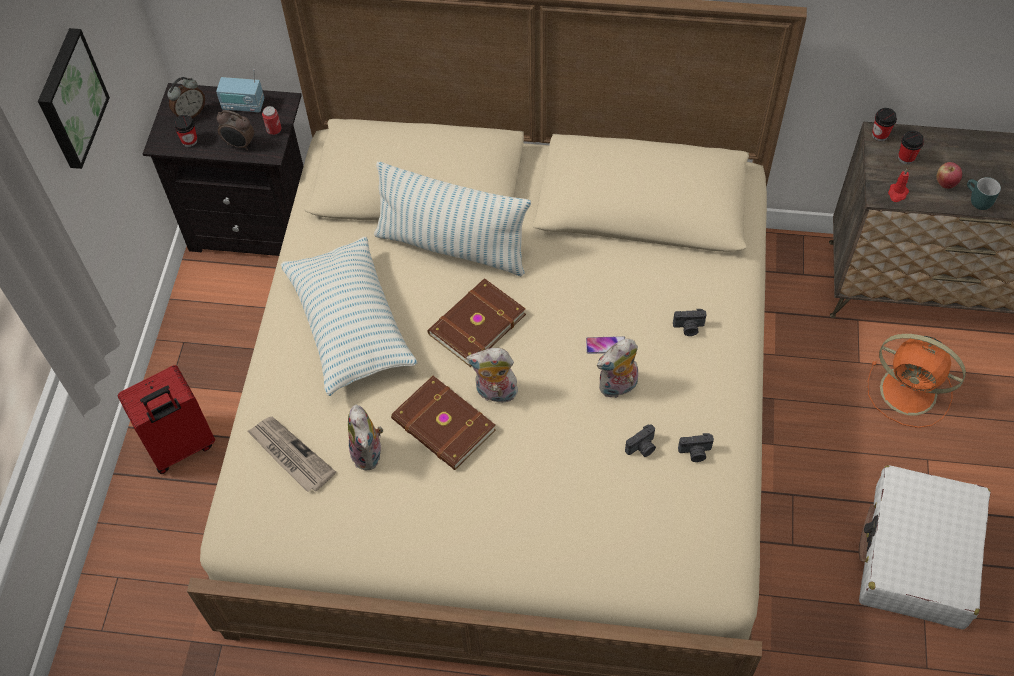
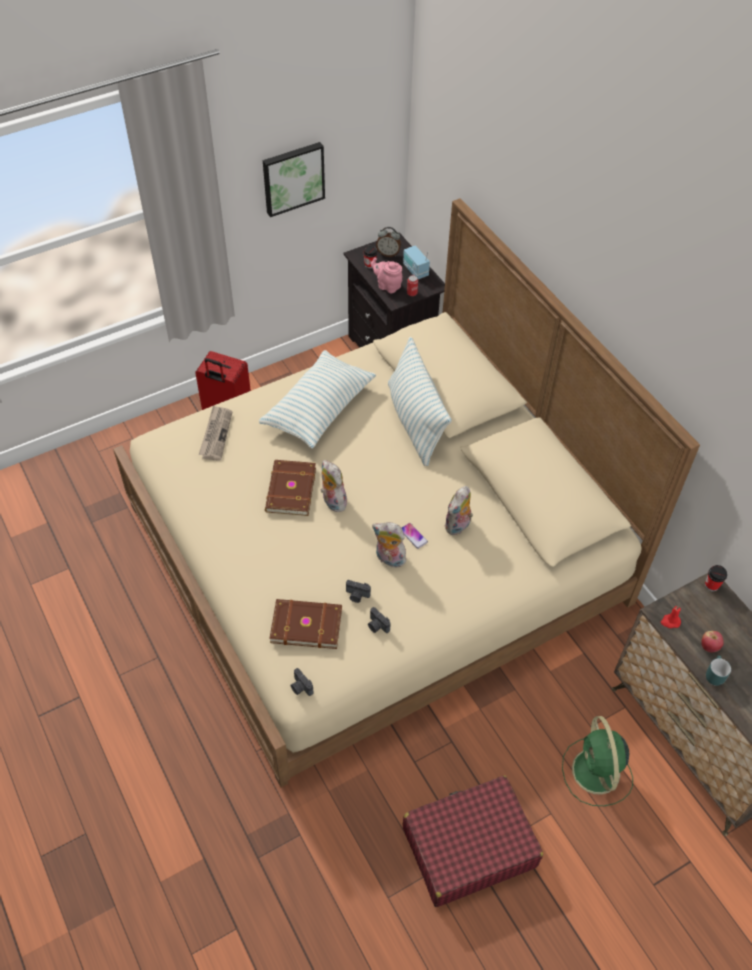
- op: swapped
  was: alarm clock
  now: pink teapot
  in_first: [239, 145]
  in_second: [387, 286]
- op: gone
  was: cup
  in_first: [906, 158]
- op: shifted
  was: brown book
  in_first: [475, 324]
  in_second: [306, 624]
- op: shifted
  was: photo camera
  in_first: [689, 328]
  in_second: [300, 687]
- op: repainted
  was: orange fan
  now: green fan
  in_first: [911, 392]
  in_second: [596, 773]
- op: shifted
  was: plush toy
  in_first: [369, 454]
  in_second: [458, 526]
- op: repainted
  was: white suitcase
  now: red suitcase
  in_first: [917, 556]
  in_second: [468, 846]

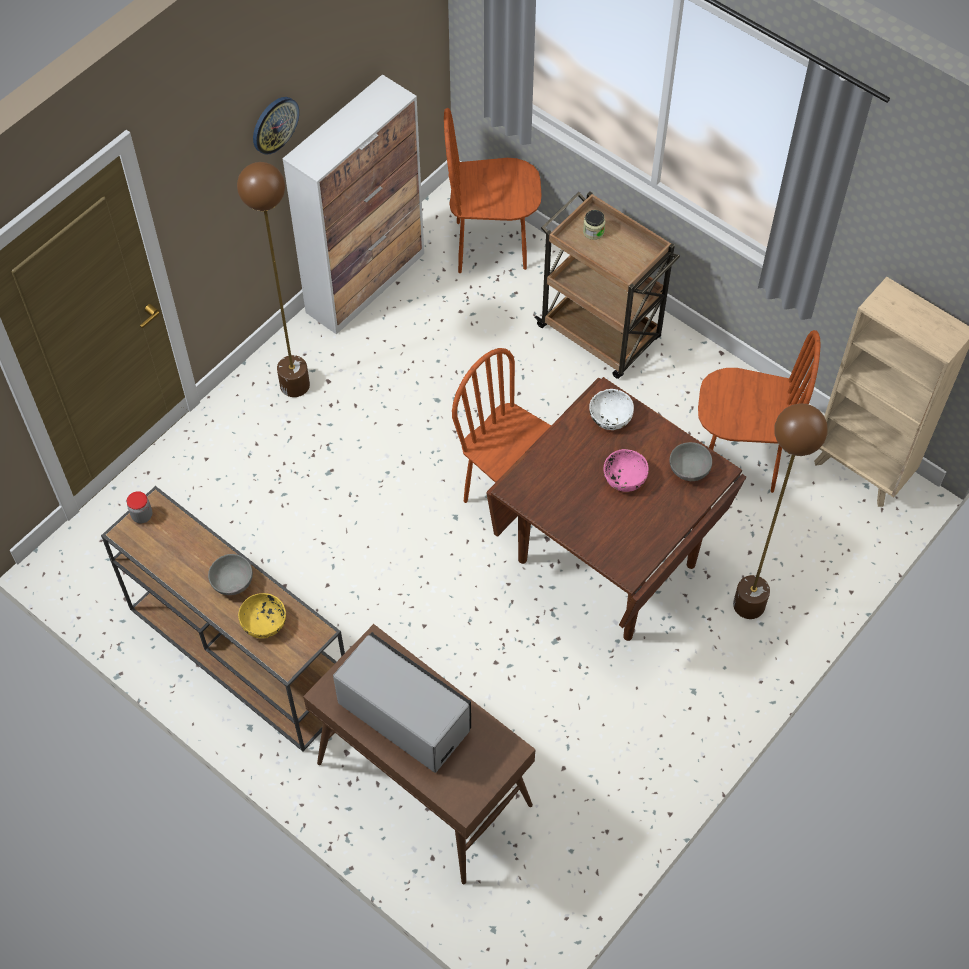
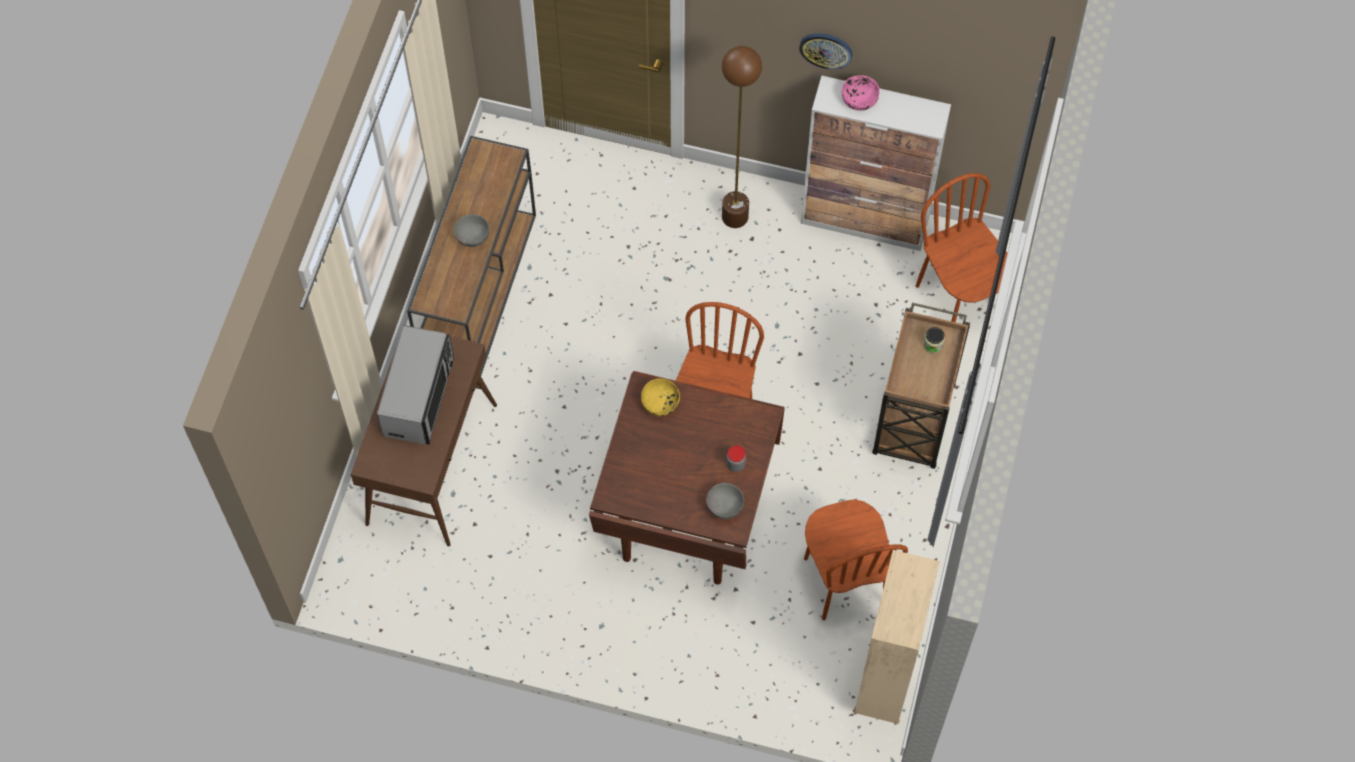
- op: gone
  was: white bowl
  in_first: [610, 417]
- op: gone
  was: brown floor lamp
  in_first: [749, 604]
- op: shifted
  was: pink bowl
  in_first: [624, 477]
  in_second: [859, 99]
- op: shifted
  was: jar
  in_first: [142, 515]
  in_second: [735, 464]
- op: shifted
  was: yellow bowl
  in_first: [264, 623]
  in_second: [660, 403]

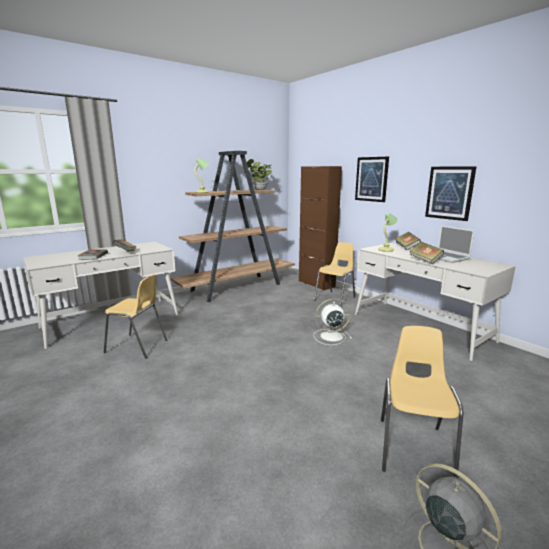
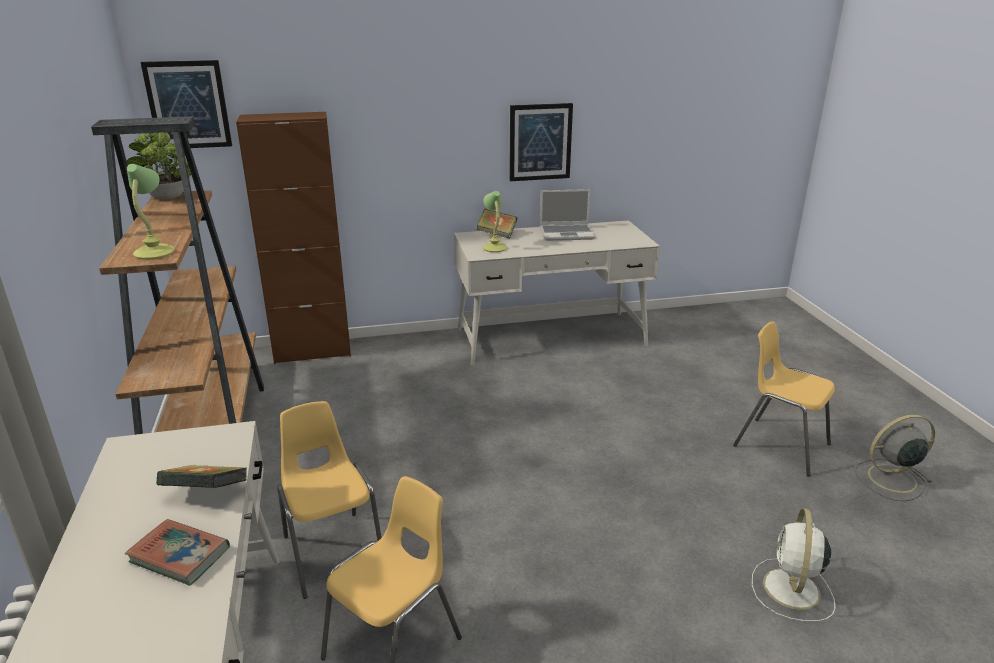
- op: shifted
  was: picture
  in_first: [371, 179]
  in_second: [188, 105]
- op: shifted
  was: yellow chair
  in_first: [335, 299]
  in_second: [333, 552]
- op: gone
  was: book
  in_first: [425, 261]
- op: shifted
  was: white fan
  in_first: [330, 336]
  in_second: [791, 590]

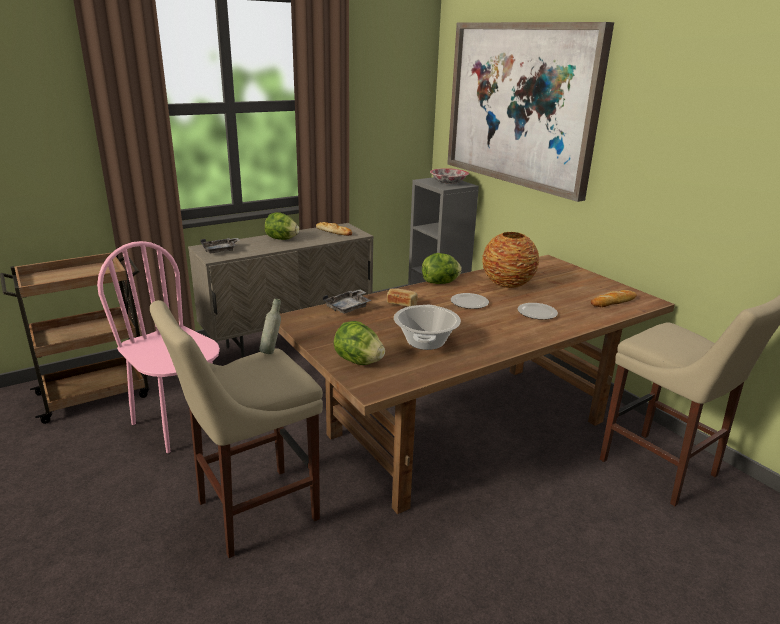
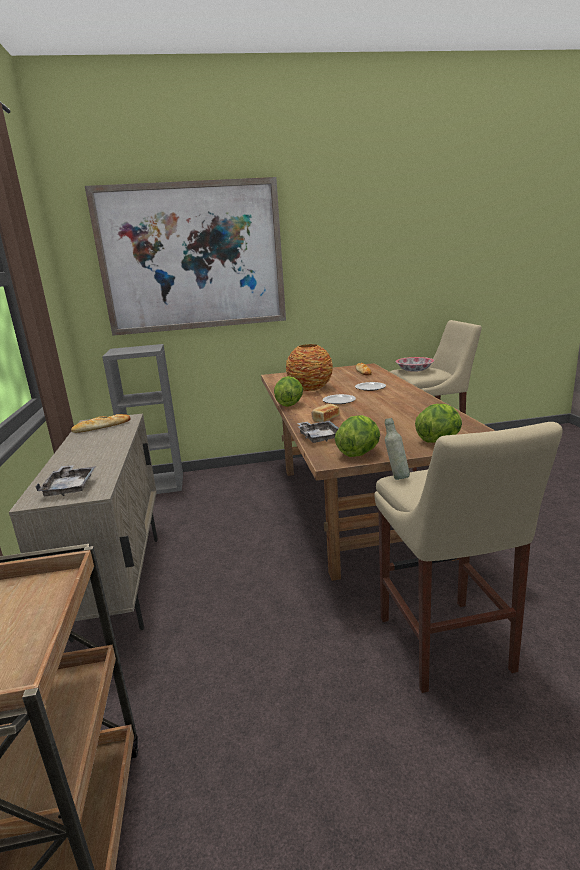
- op: shifted
  was: bowl
  in_first: [448, 182]
  in_second: [414, 370]
- op: shifted
  was: lettuce
  in_first: [281, 239]
  in_second: [359, 453]
- op: gone
  was: pink chair
  in_first: [179, 424]
- op: gone
  was: cooking pot
  in_first: [425, 342]

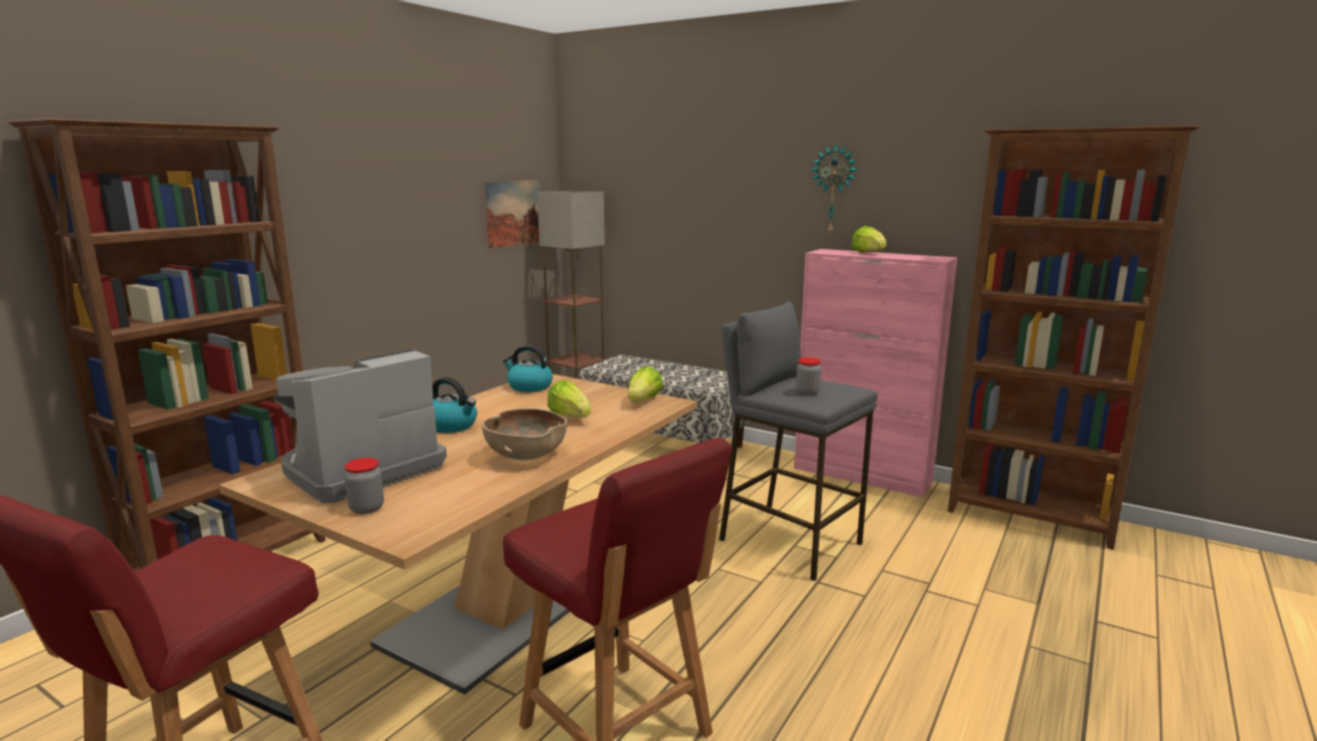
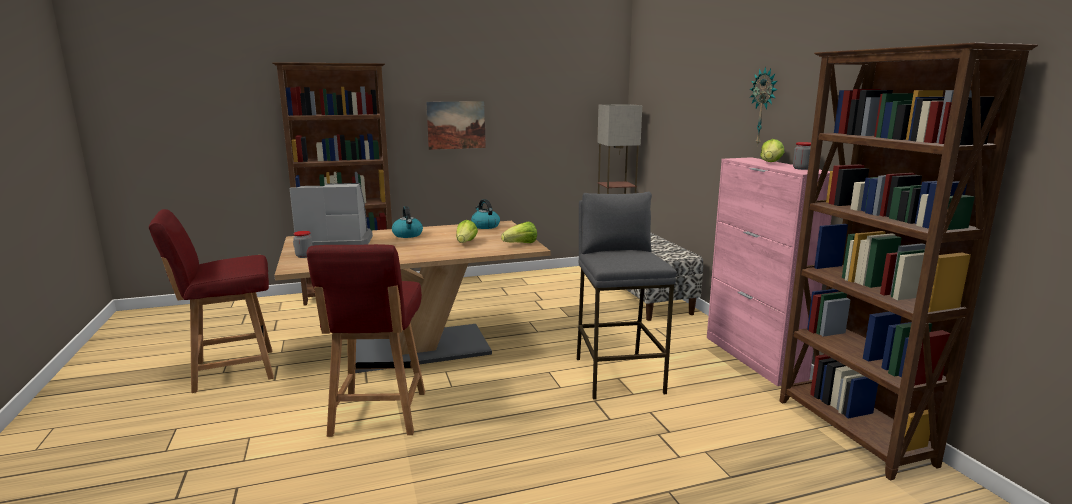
- op: shifted
  was: picture
  in_first: [513, 213]
  in_second: [456, 125]
- op: shifted
  was: jar
  in_first: [807, 392]
  in_second: [801, 168]
- op: gone
  was: brown bowl
  in_first: [526, 456]

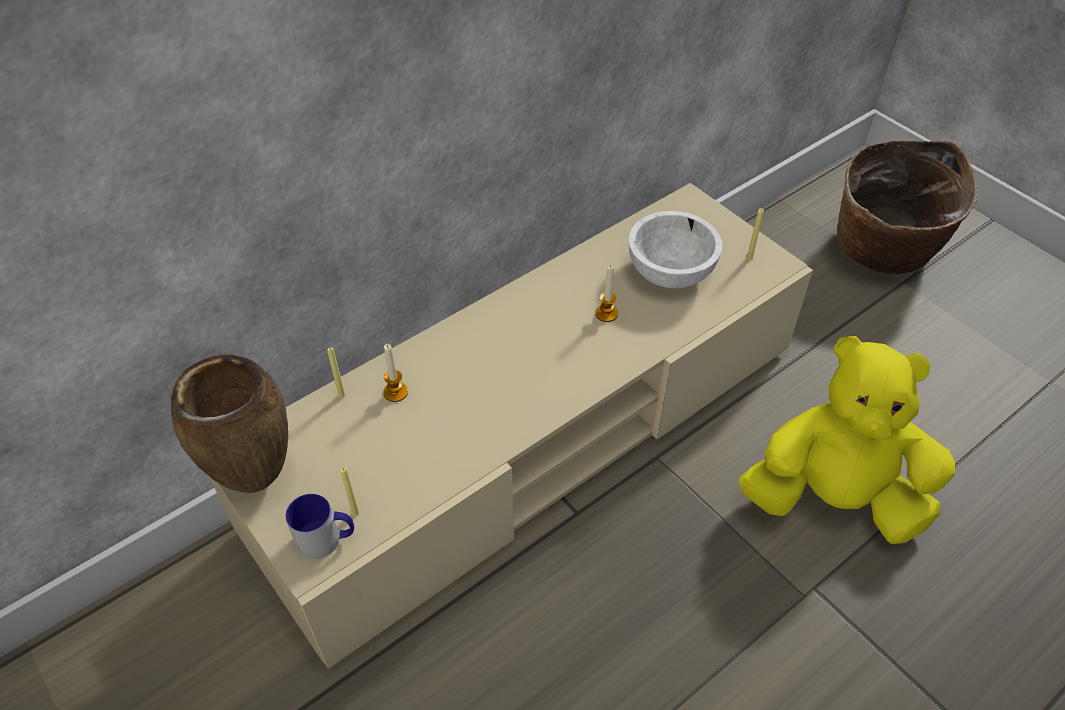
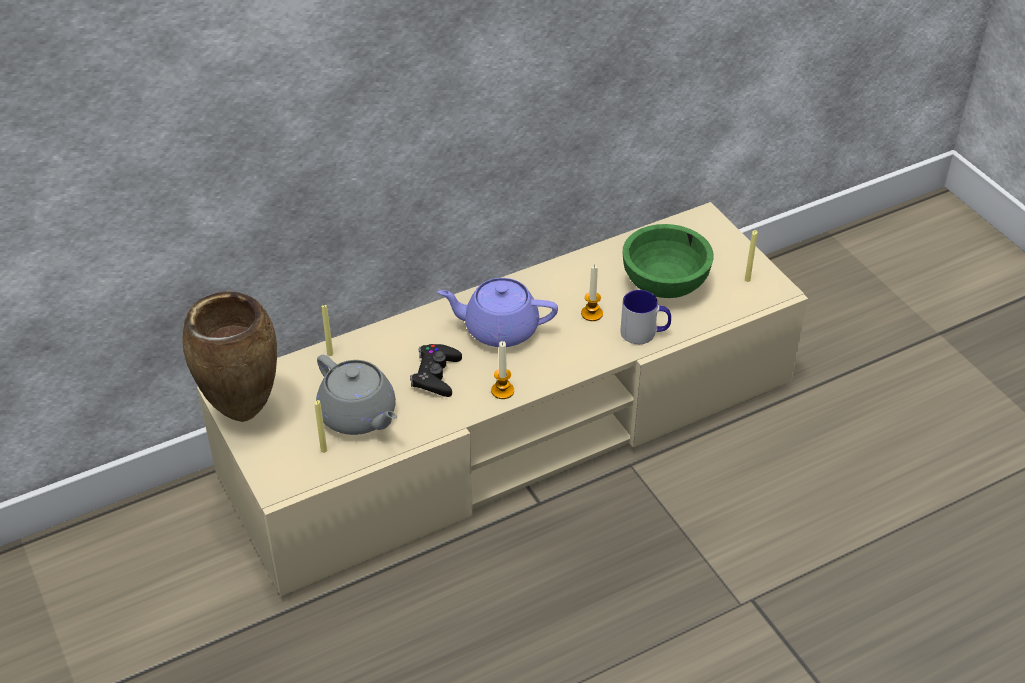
- op: gone
  was: basket
  in_first: [883, 252]
- op: repainted
  was: white bowl
  now: green bowl
  in_first: [670, 272]
  in_second: [665, 284]
- op: gone
  was: yellow plush toy
  in_first: [834, 499]
- op: shifted
  was: candle
  in_first: [395, 392]
  in_second: [502, 391]
- op: shifted
  was: mug
  in_first: [326, 539]
  in_second: [644, 333]
- op: new
  now: purple teapot
  in_second: [499, 329]
- op: new
  now: black game controller
  in_second: [436, 375]
- op: new
  now: grey teapot
  in_second: [358, 415]

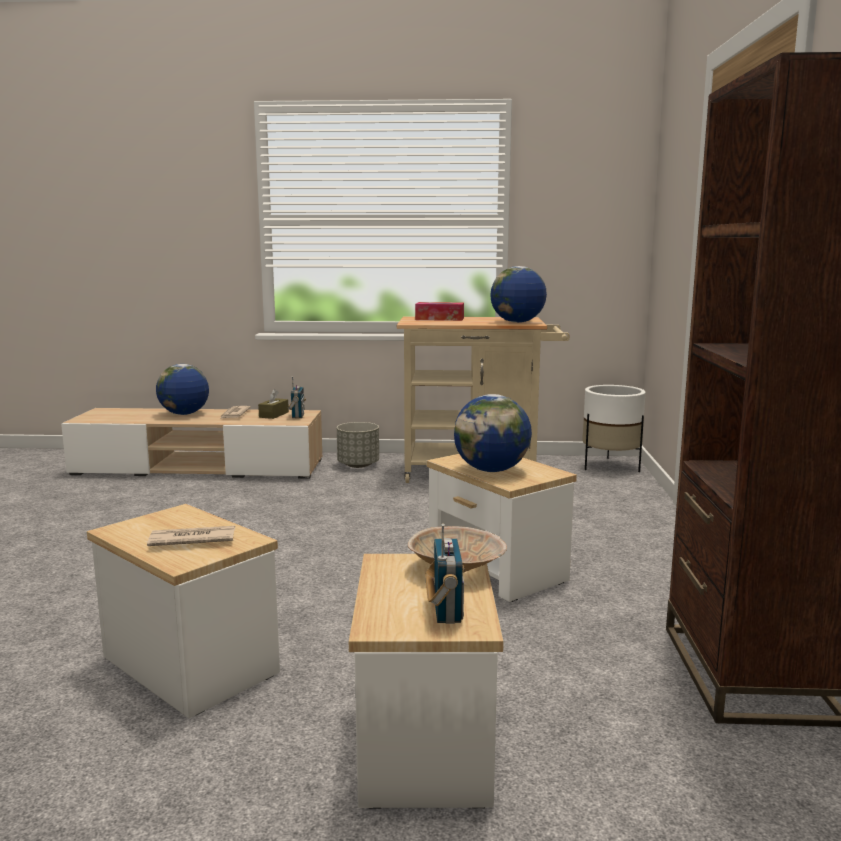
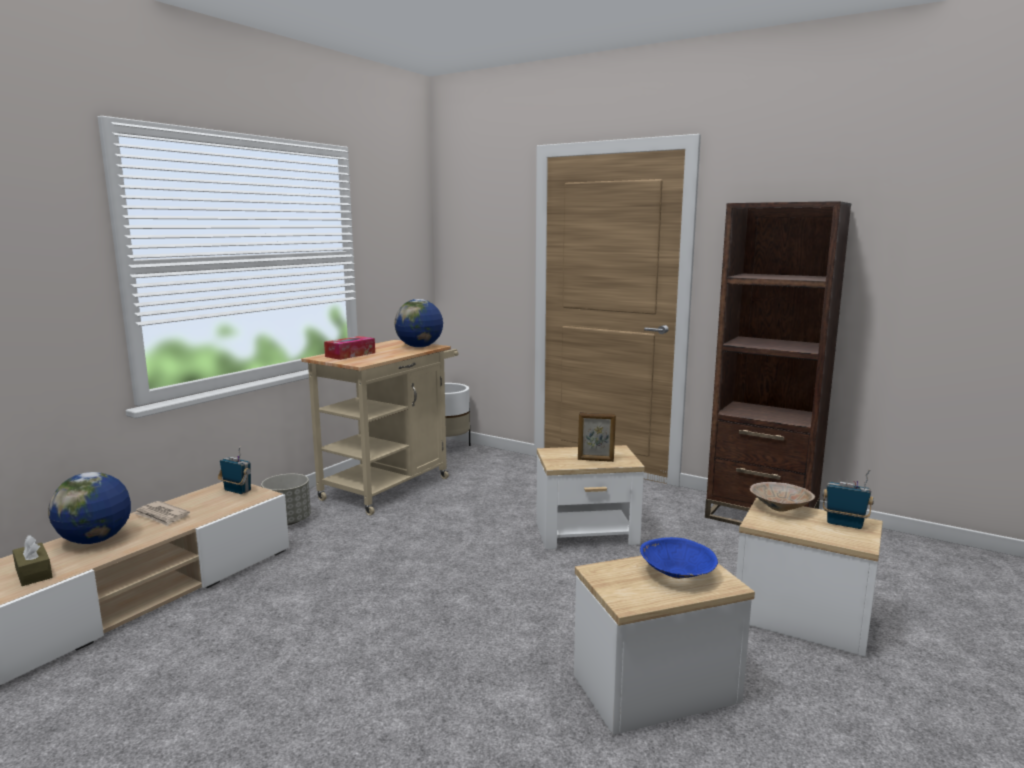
- op: shifted
  was: brown tissue box
  in_first: [274, 415]
  in_second: [33, 573]
- op: swapped
  was: globe
  now: picture frame
  in_first: [491, 470]
  in_second: [595, 460]
- op: swapped
  was: newspaper
  now: blue bowl
  in_first: [191, 540]
  in_second: [678, 575]

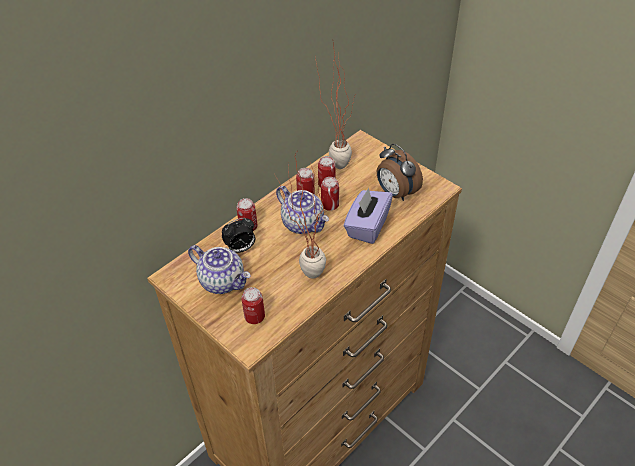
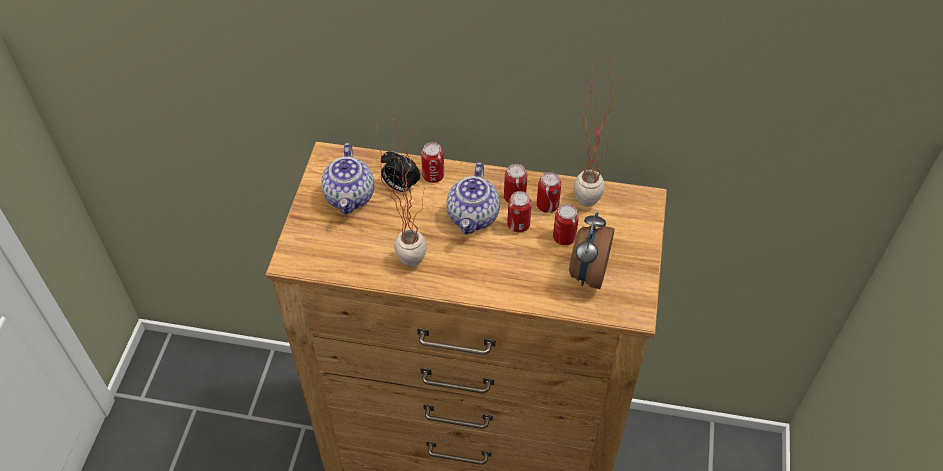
- op: gone
  was: purple tissue box
  in_first: [367, 226]
- op: shifted
  was: can
  in_first: [254, 317]
  in_second: [564, 237]

